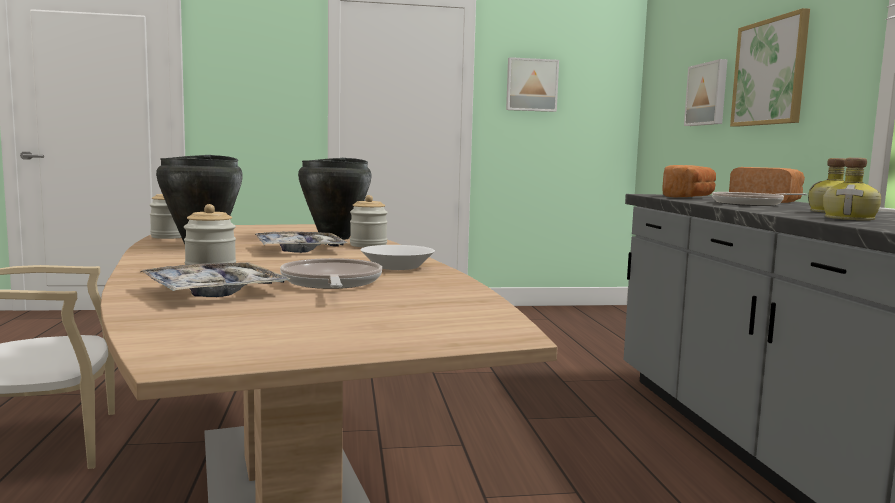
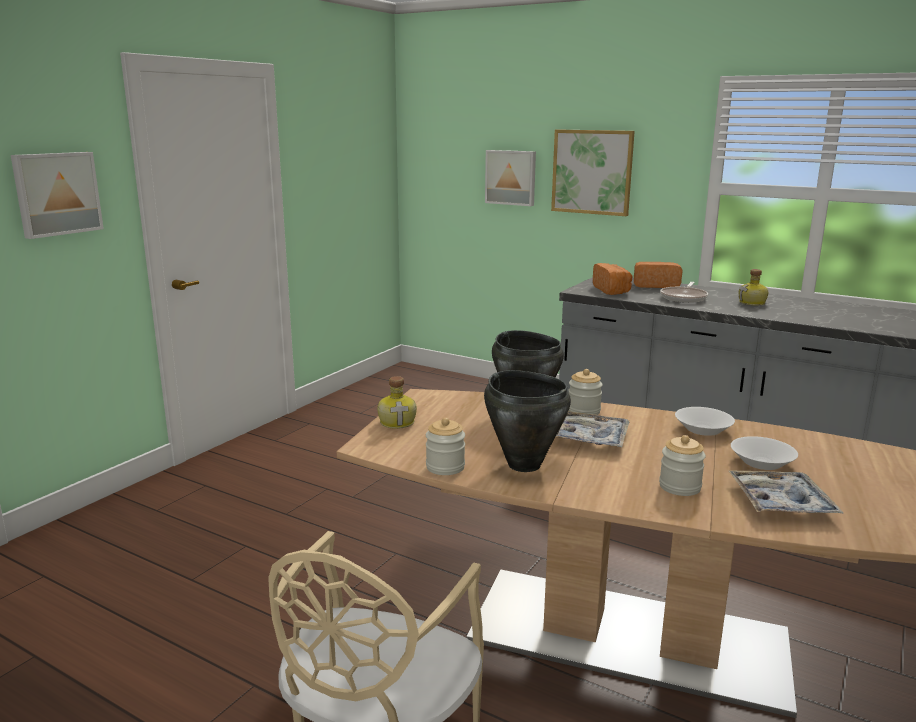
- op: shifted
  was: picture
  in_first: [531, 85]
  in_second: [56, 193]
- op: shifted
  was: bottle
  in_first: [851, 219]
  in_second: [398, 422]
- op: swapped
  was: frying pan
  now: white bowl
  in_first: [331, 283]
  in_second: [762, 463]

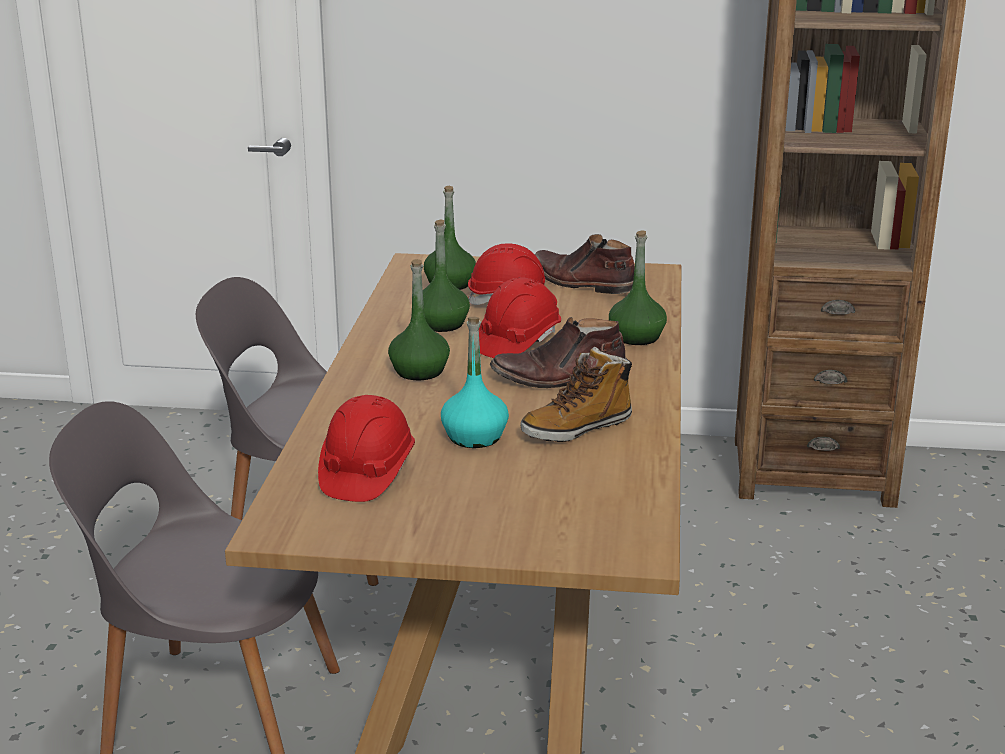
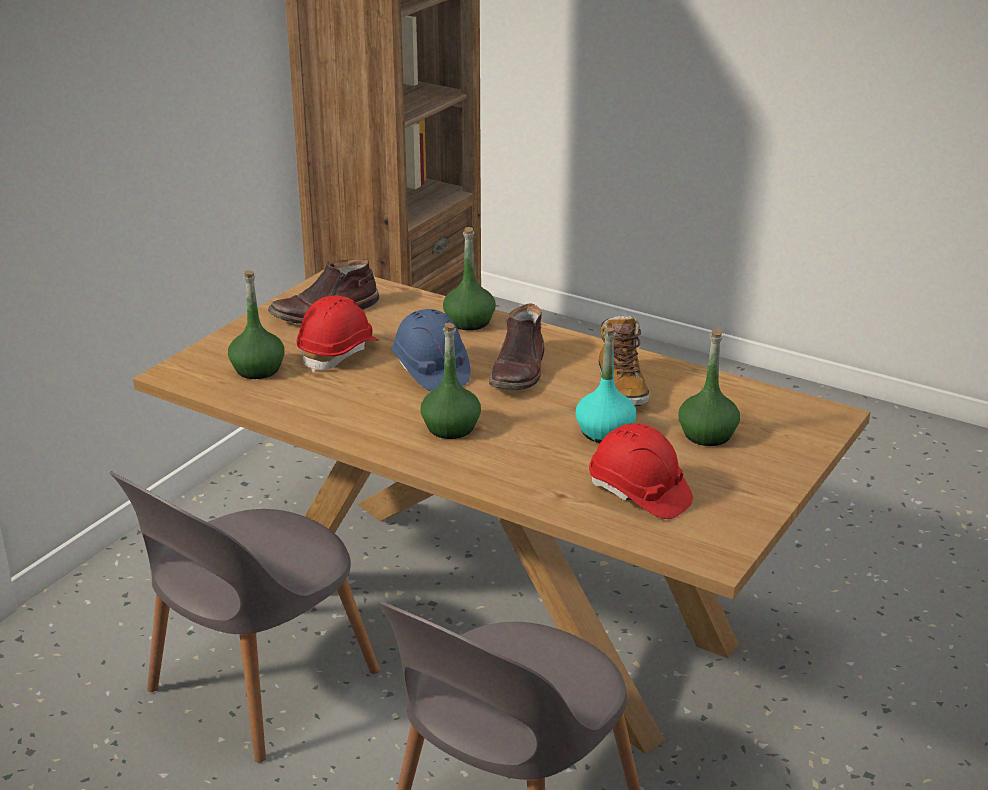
- op: shifted
  was: green bottle
  in_first: [441, 324]
  in_second: [707, 435]
- op: repainted
  was: red hard hat
  now: blue hard hat
  in_first: [517, 342]
  in_second: [430, 371]

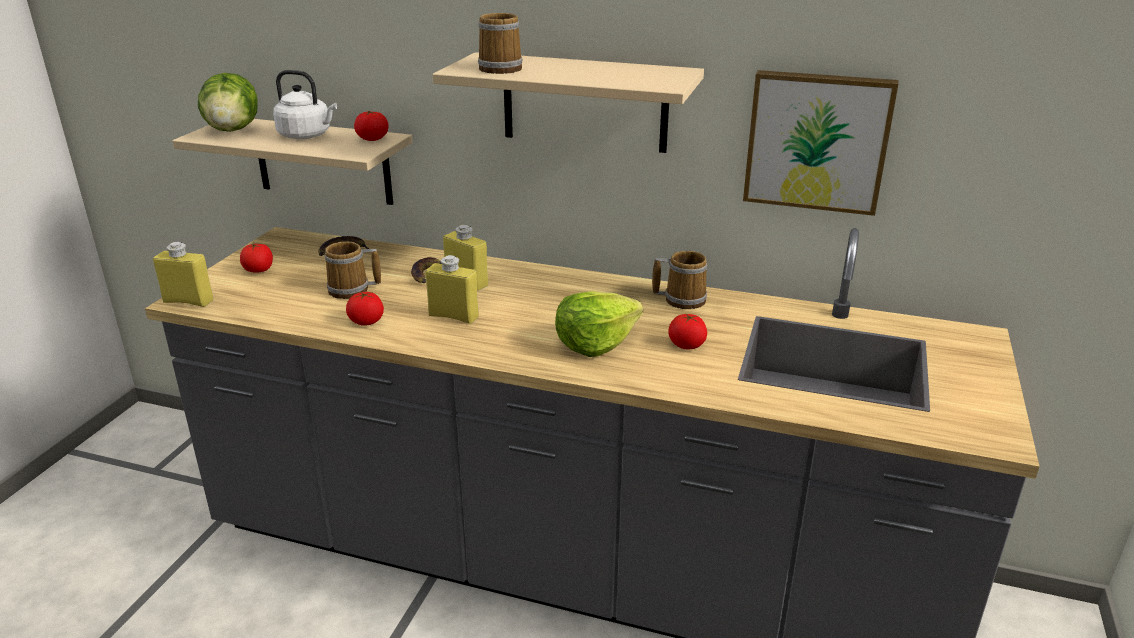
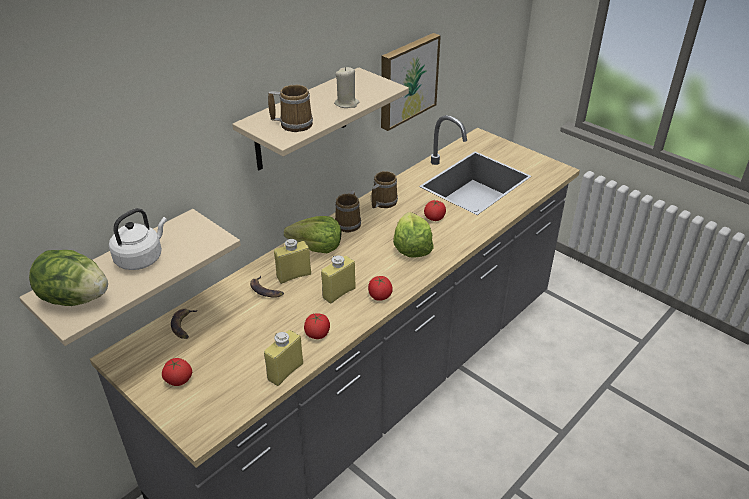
- op: shifted
  was: tomato
  in_first: [373, 139]
  in_second: [380, 296]
- op: shifted
  was: yellow bottle
  in_first: [188, 301]
  in_second: [285, 371]
- op: shifted
  was: mug
  in_first: [351, 290]
  in_second: [349, 223]
- op: new
  now: beige candle
  in_second: [347, 103]
- op: new
  now: lettuce
  in_second: [316, 247]

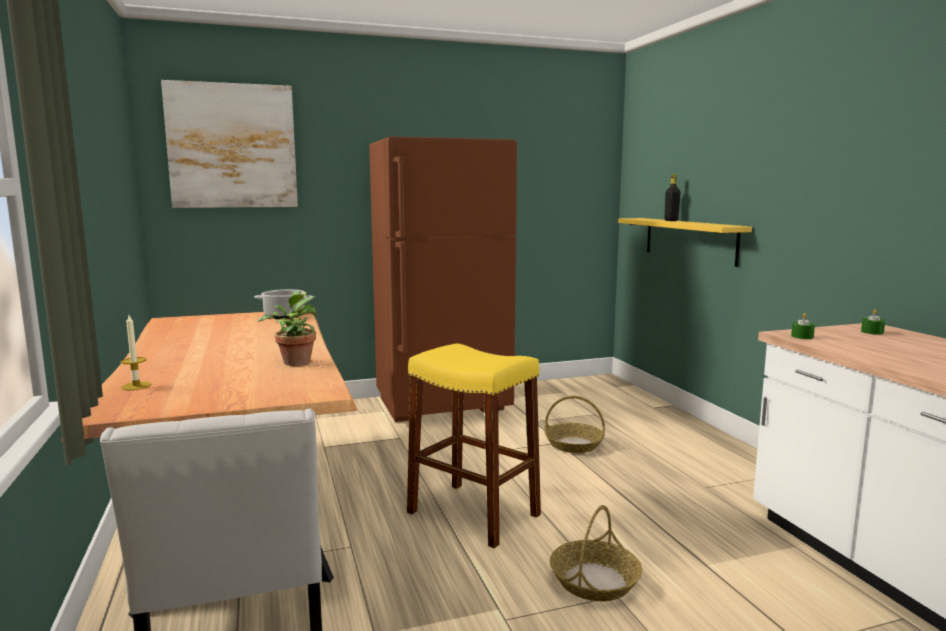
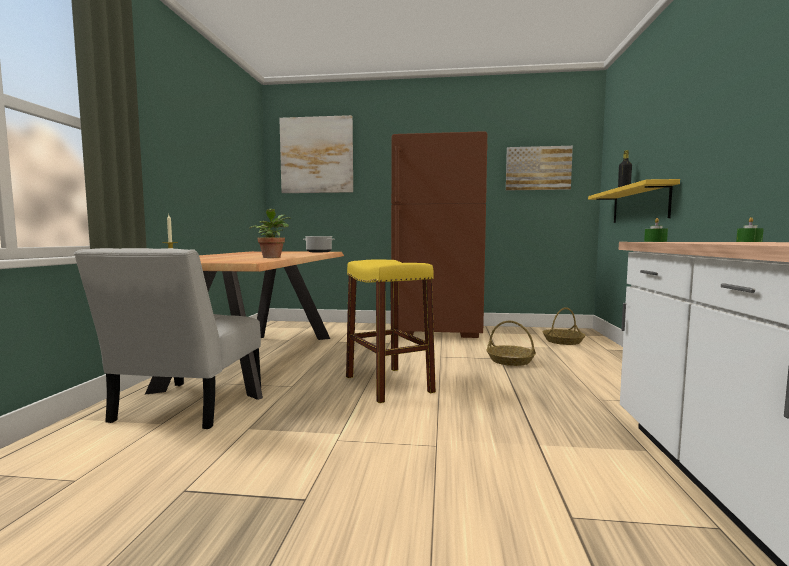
- op: shifted
  was: basket
  in_first: [594, 580]
  in_second: [563, 341]
- op: new
  now: picture
  in_second: [538, 168]

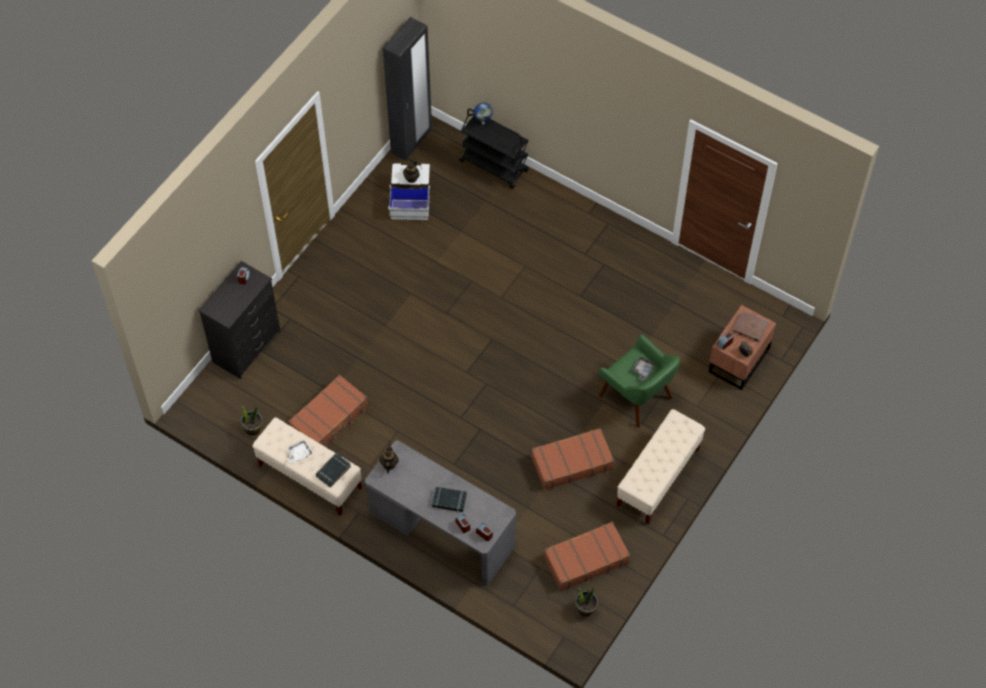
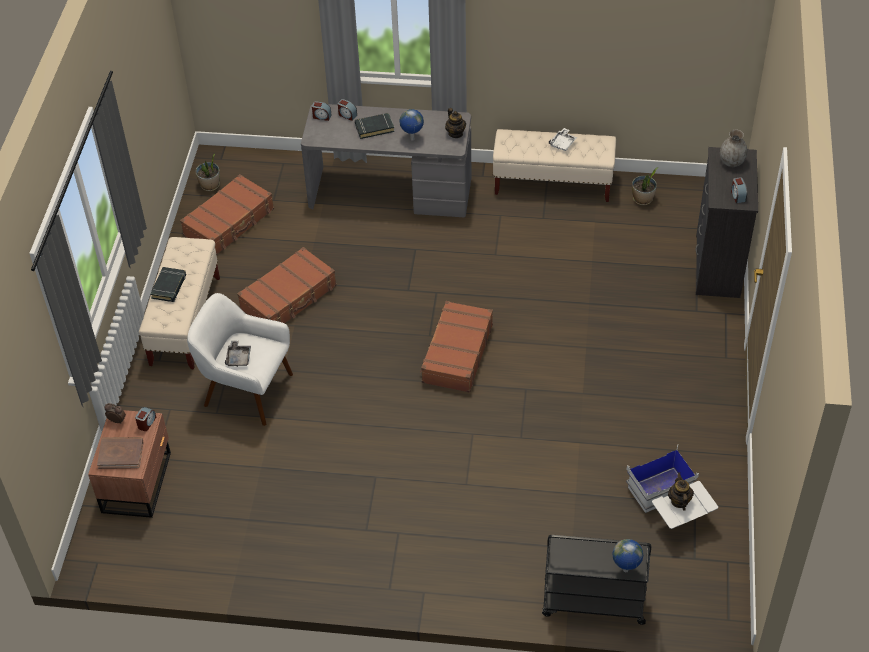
- op: gone
  was: black wardrobe
  in_first: [411, 142]
- op: repainted
  was: green armchair
  now: white armchair
  in_first: [637, 397]
  in_second: [247, 390]
- op: shifted
  was: brown suitcase
  in_first: [330, 418]
  in_second: [456, 354]
- op: shifted
  was: black book
  in_first: [333, 471]
  in_second: [169, 287]
- op: new
  now: globe
  in_second: [412, 139]
- op: new
  now: grey vase
  in_second: [731, 162]

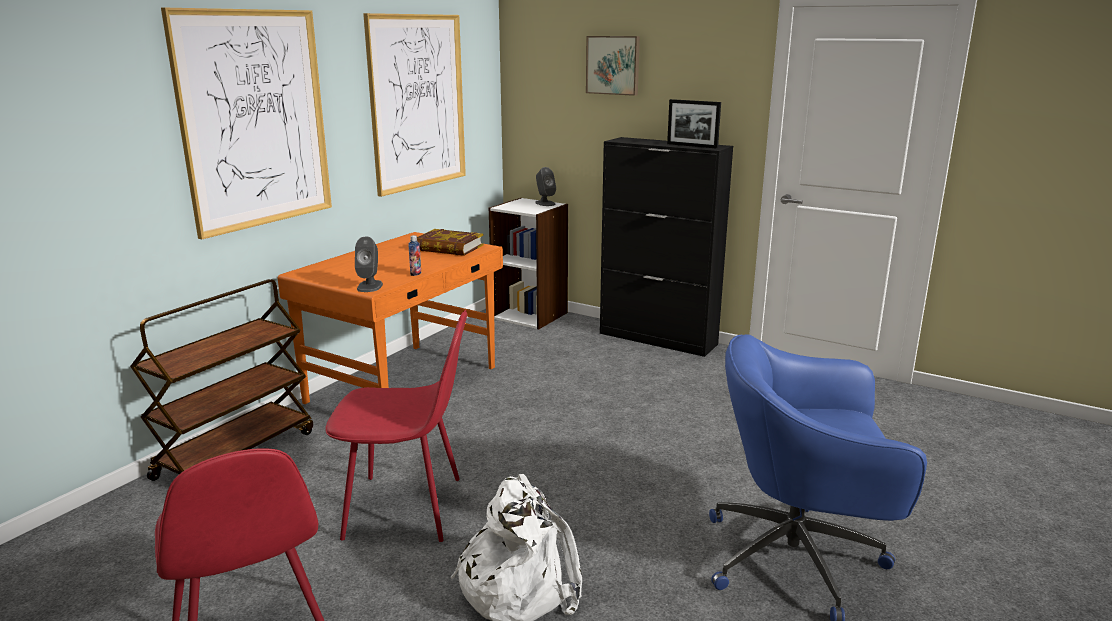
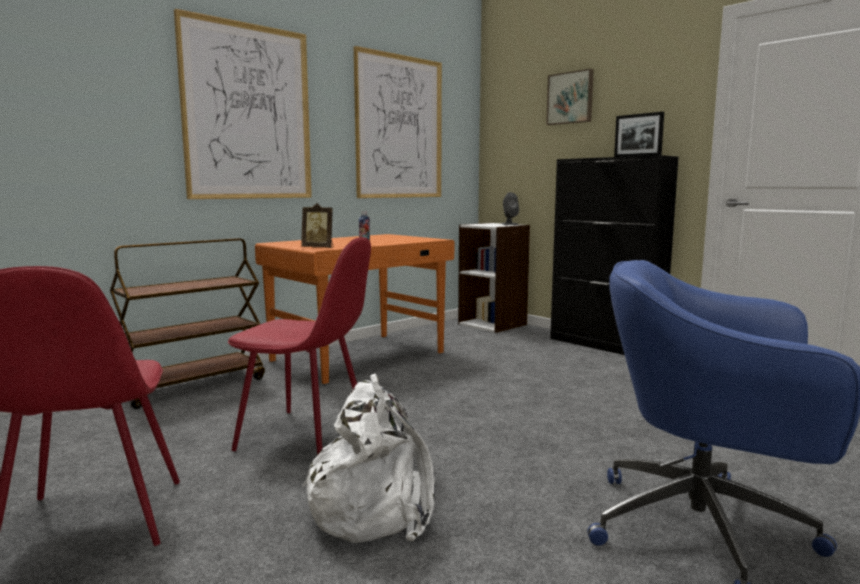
- op: gone
  was: book
  in_first: [448, 248]
- op: swapped
  was: grey speaker
  now: picture frame
  in_first: [370, 286]
  in_second: [319, 248]

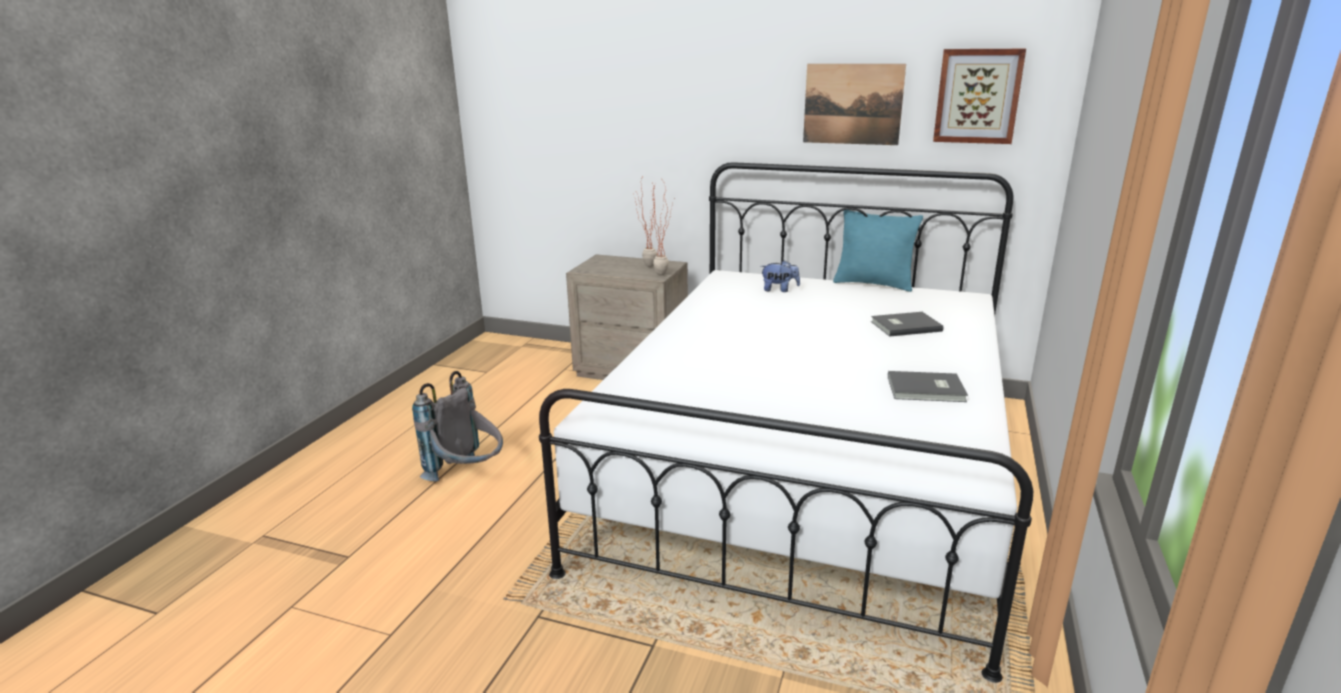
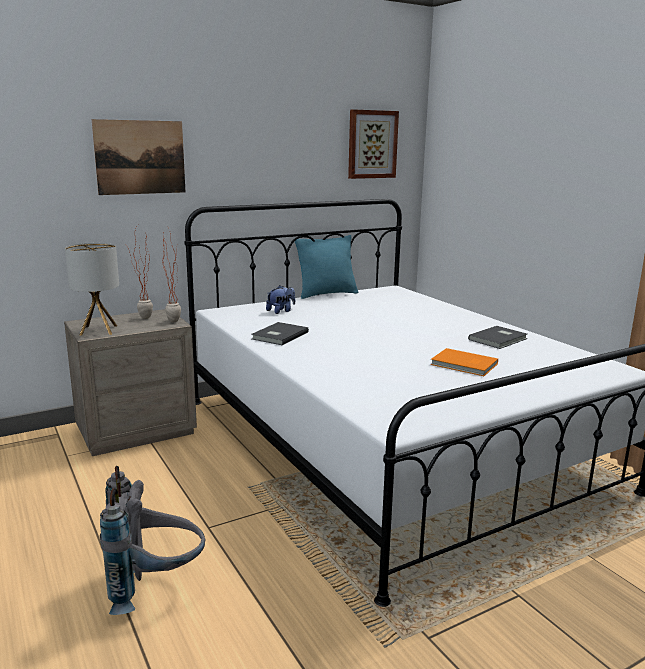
- op: shifted
  was: picture
  in_first: [852, 104]
  in_second: [140, 157]
- op: shifted
  was: grey book
  in_first: [904, 326]
  in_second: [278, 335]
- op: new
  now: table lamp
  in_second: [98, 330]
- op: new
  now: orange book
  in_second: [464, 365]

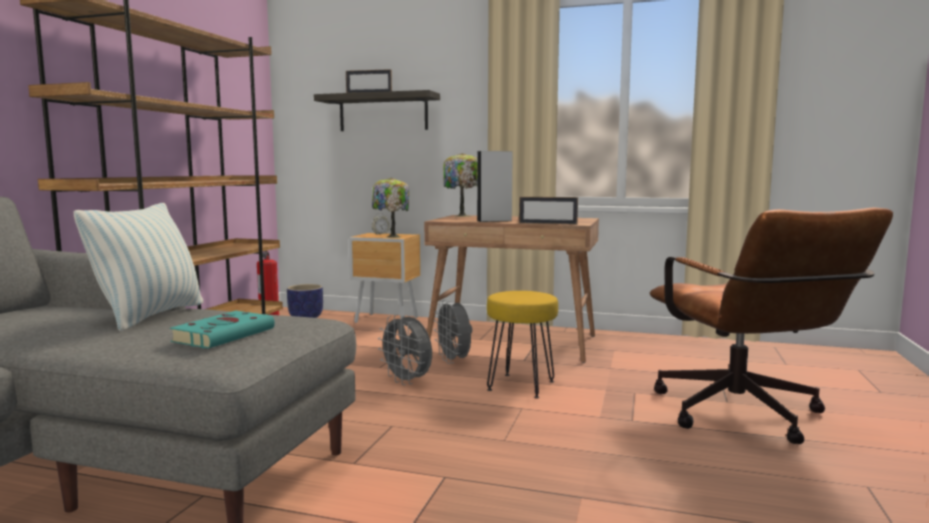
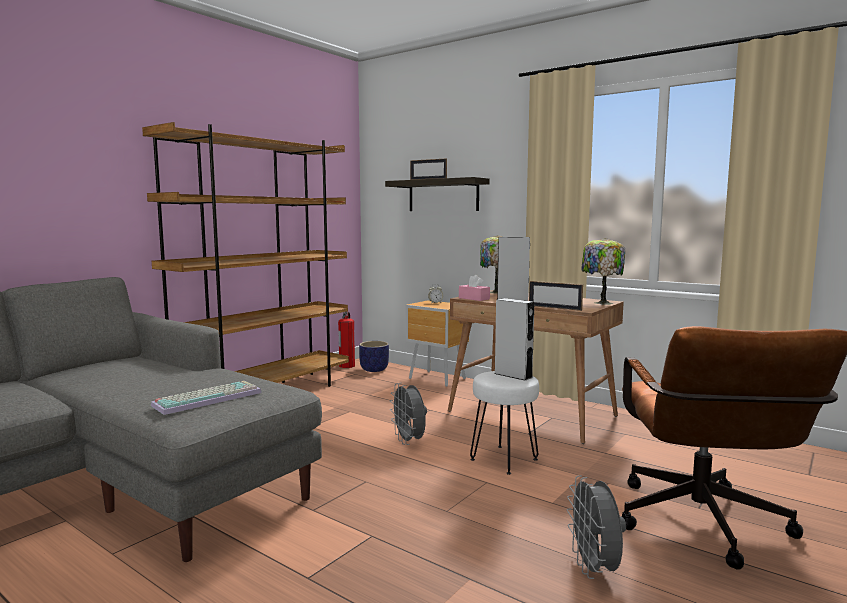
- op: shifted
  was: table lamp
  in_first: [391, 237]
  in_second: [601, 303]
- op: gone
  was: pillow
  in_first: [150, 316]
- op: repainted
  was: yellow stool
  now: white stool
  in_first: [520, 386]
  in_second: [503, 459]
- op: shifted
  was: grey fan
  in_first: [454, 361]
  in_second: [594, 569]
- op: swapped
  was: turquoise book
  now: keyboard
  in_first: [226, 335]
  in_second: [208, 398]
- op: new
  now: pink tissue box
  in_second: [474, 298]
- op: new
  now: grey speaker
  in_second: [513, 375]

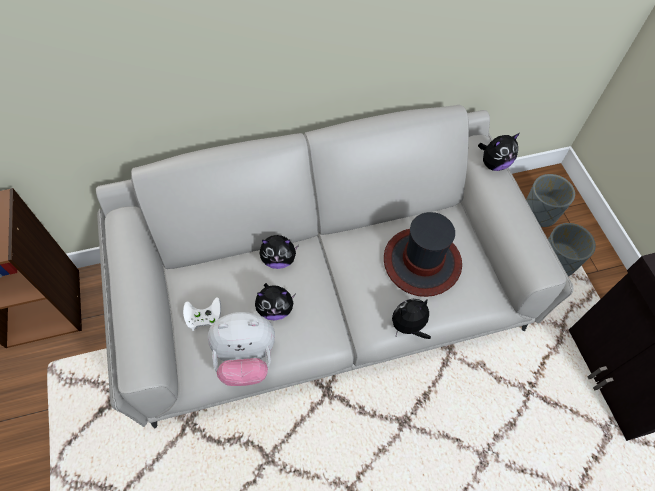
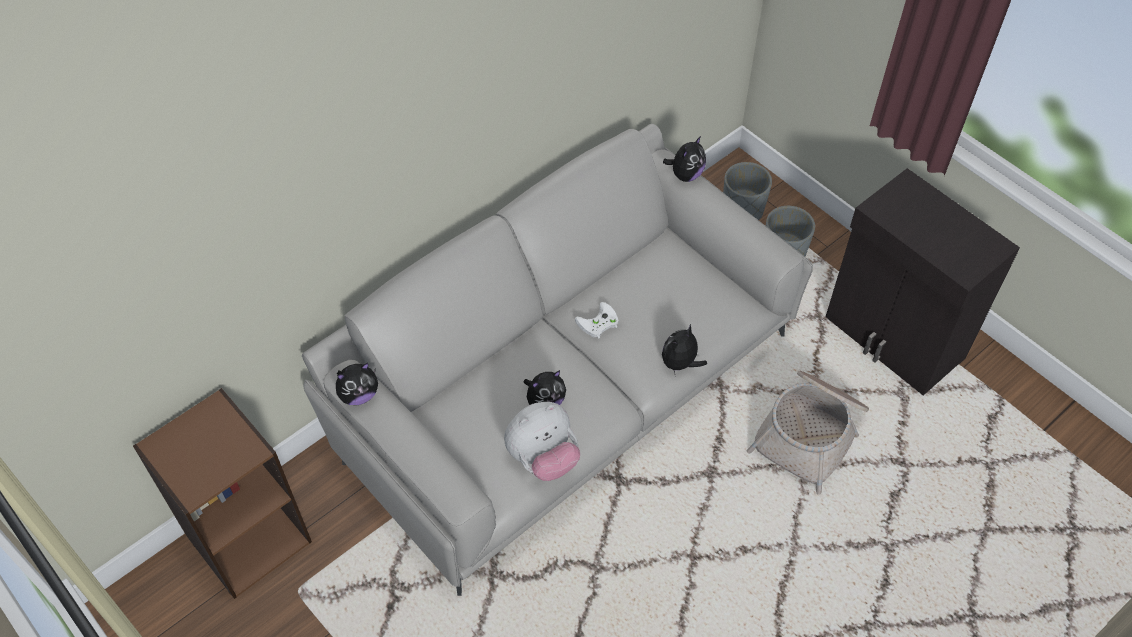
- op: gone
  was: hat
  in_first: [422, 262]
- op: shifted
  was: plush toy
  in_first: [279, 259]
  in_second: [359, 395]
- op: shifted
  was: white game controller
  in_first: [202, 316]
  in_second: [598, 324]
- op: new
  now: basket
  in_second: [810, 433]

